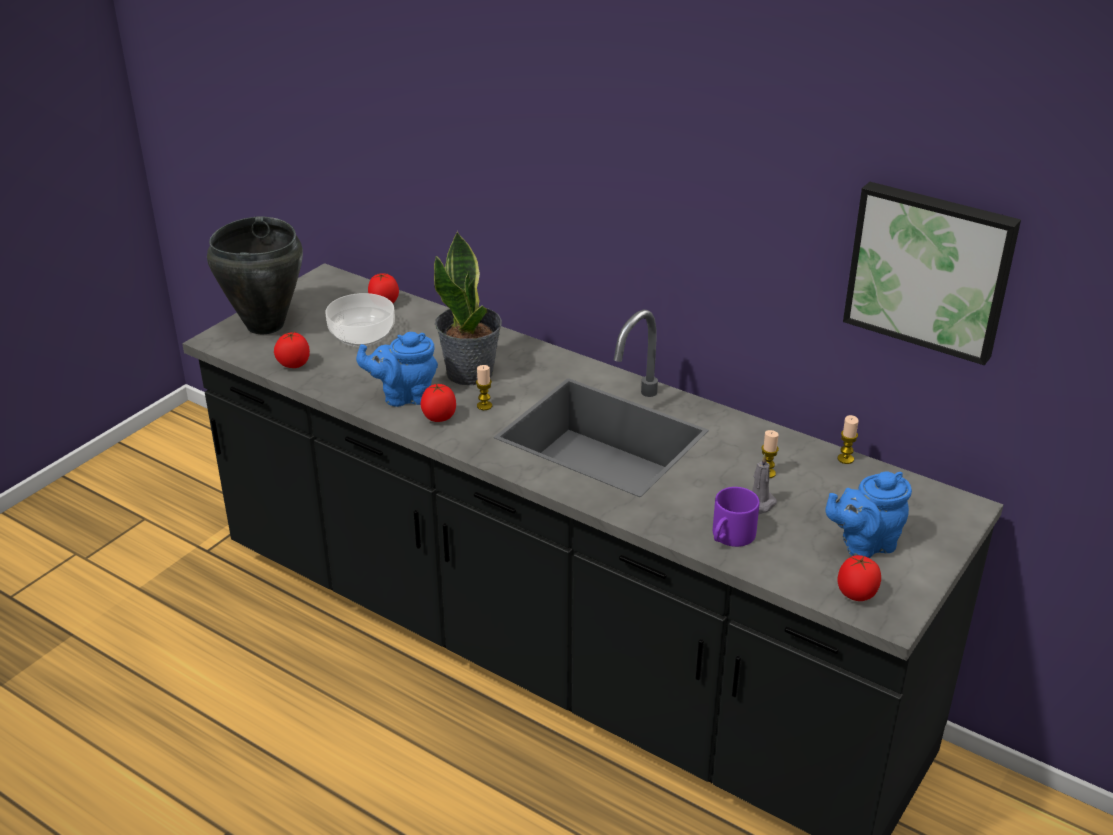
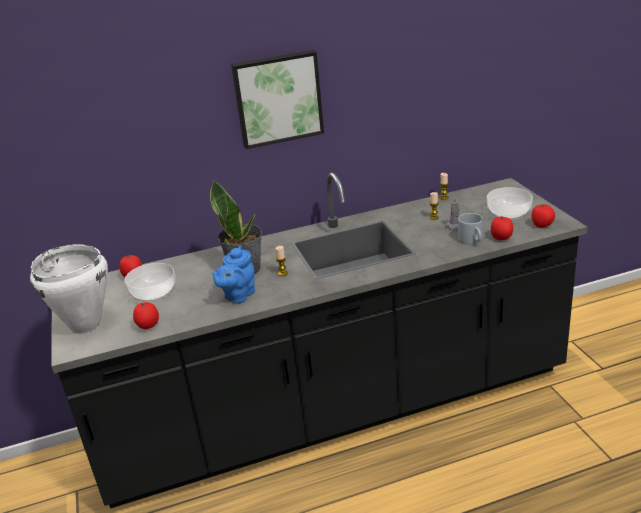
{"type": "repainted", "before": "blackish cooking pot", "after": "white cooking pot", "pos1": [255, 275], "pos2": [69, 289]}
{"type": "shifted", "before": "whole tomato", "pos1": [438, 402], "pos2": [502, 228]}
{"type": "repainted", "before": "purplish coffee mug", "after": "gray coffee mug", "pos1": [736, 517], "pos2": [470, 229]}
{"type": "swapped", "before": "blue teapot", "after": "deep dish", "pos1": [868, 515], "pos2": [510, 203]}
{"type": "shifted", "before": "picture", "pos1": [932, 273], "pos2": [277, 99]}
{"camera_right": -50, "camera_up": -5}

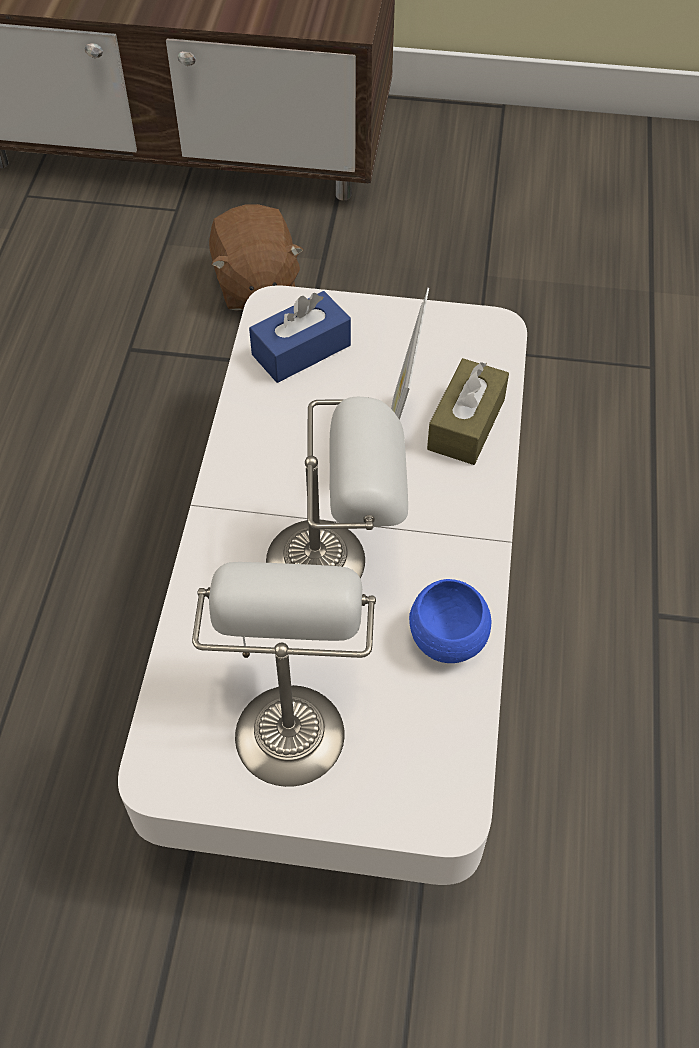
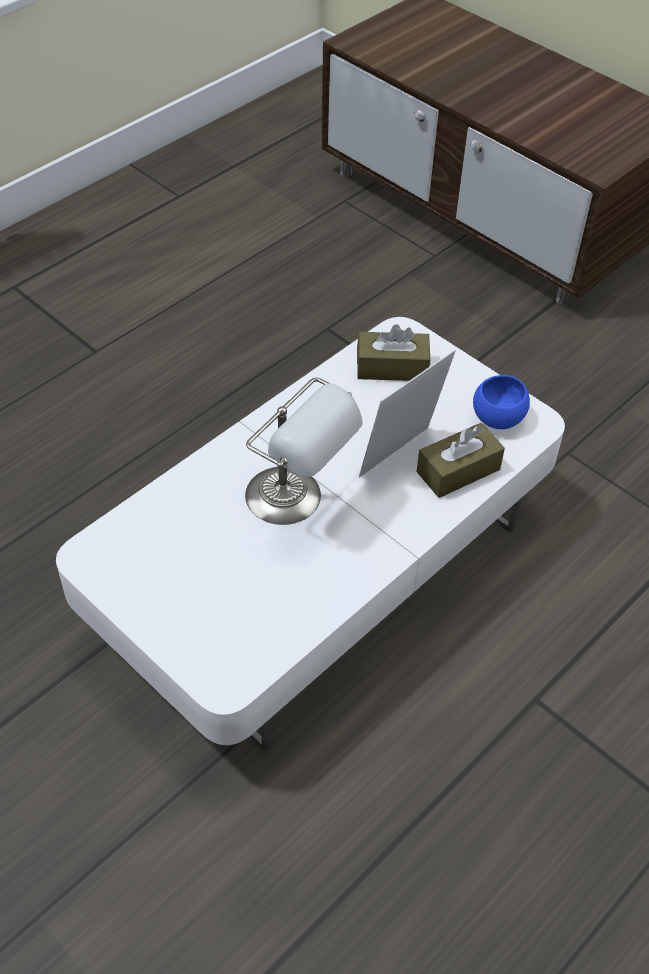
{"type": "gone", "before": "white tabletop lamp", "pos1": [284, 674]}
{"type": "gone", "before": "brownish soft toy", "pos1": [256, 257]}
{"type": "repainted", "before": "blue tissue box", "after": "brownish tissue box", "pos1": [300, 337], "pos2": [393, 352]}
{"type": "shifted", "before": "blue deep dish", "pos1": [450, 621], "pos2": [501, 402]}
{"camera_right": 35, "camera_up": -5}

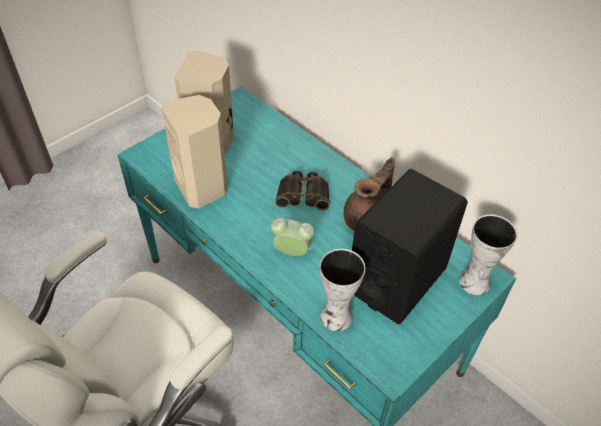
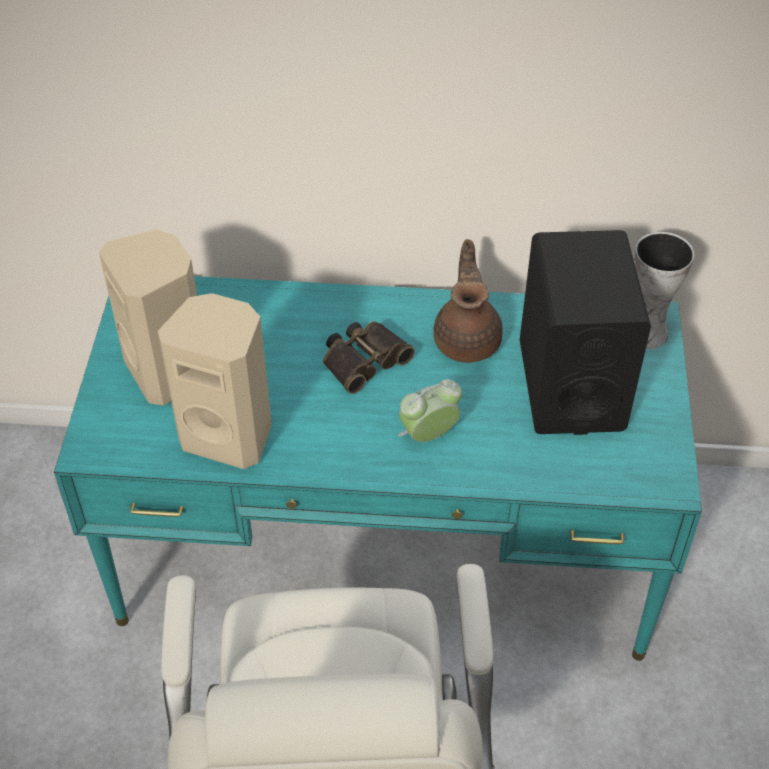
{"type": "gone", "before": "vase", "pos1": [343, 290]}
{"camera_right": -40, "camera_up": 0}

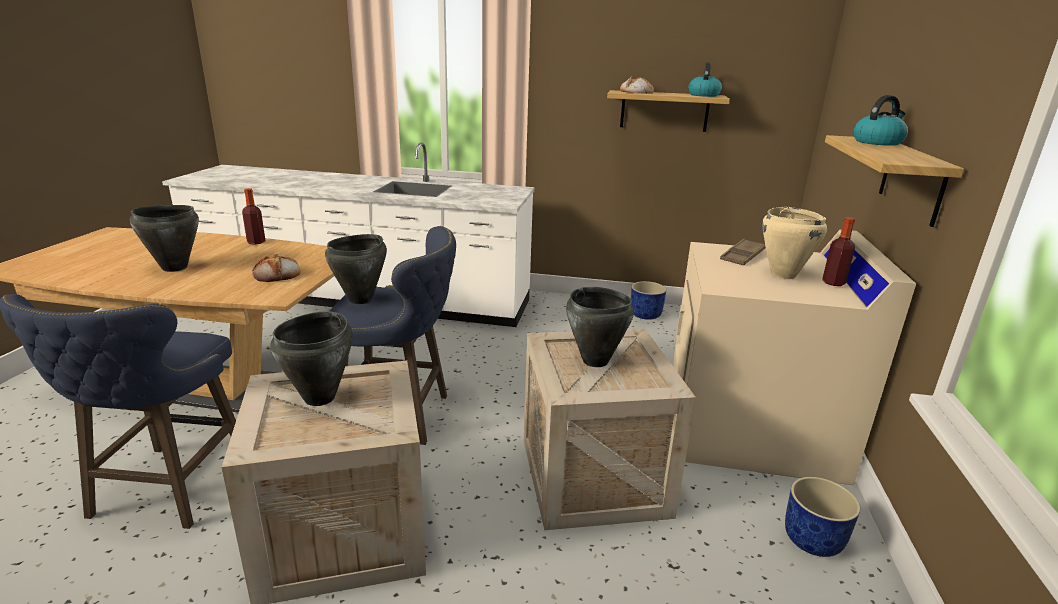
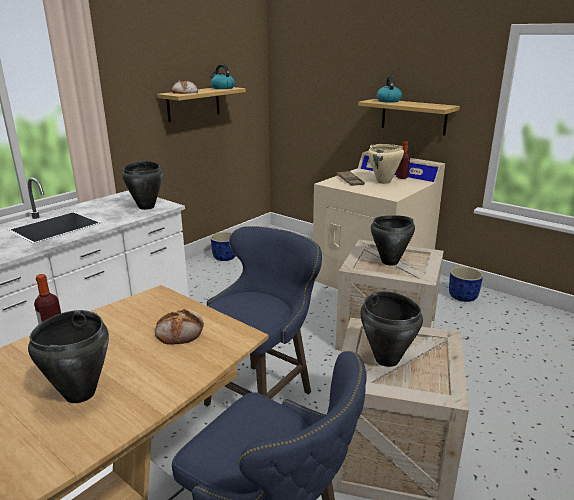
{"type": "shifted", "before": "blackish cooking pot", "pos1": [356, 269], "pos2": [142, 185]}
{"camera_right": -60, "camera_up": 0}

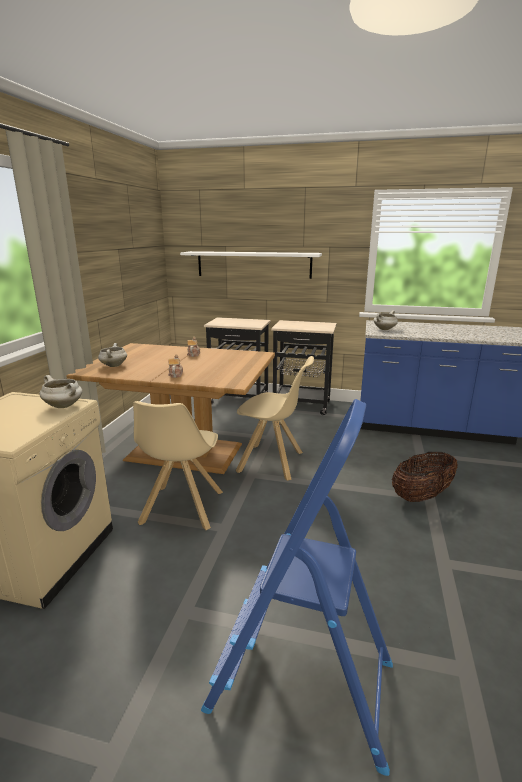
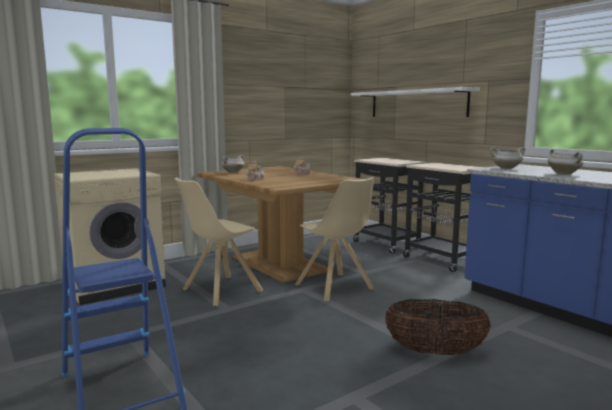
{"type": "shifted", "before": "white cooking pot", "pos1": [61, 391], "pos2": [565, 162]}
{"camera_right": 40, "camera_up": -10}

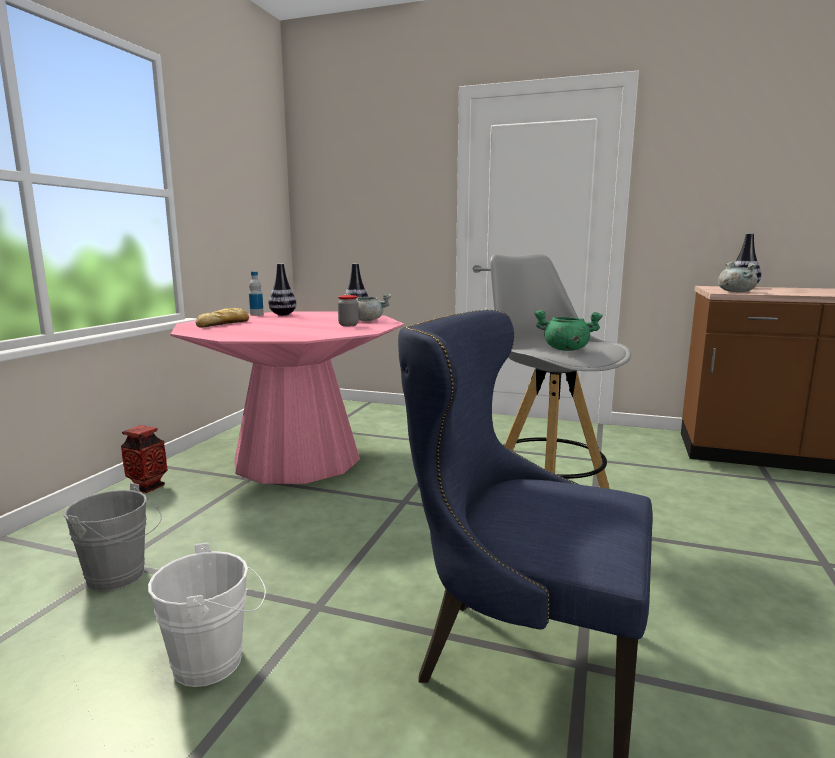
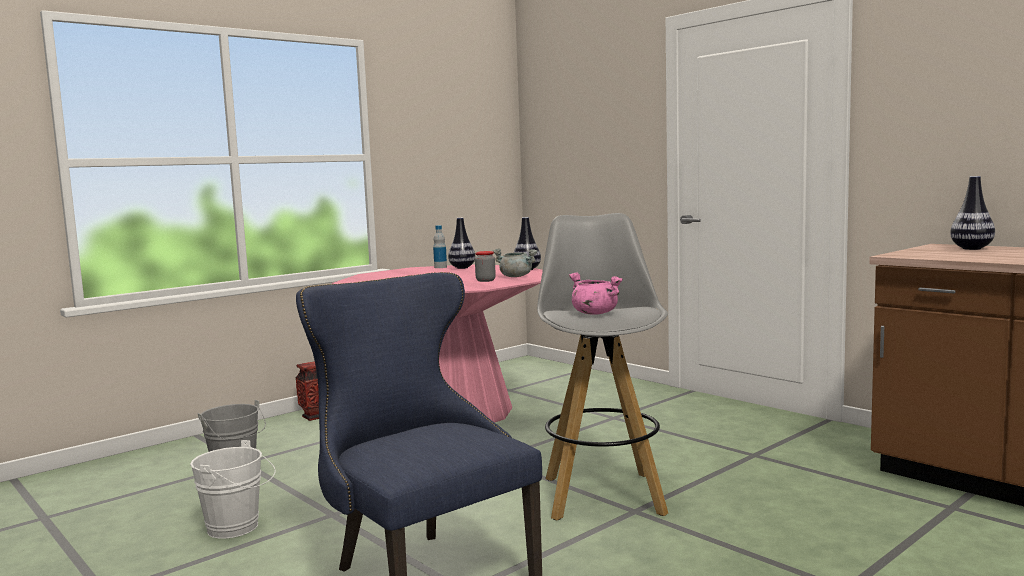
{"type": "gone", "before": "bread", "pos1": [222, 318]}
{"type": "repainted", "before": "green-coloured cooking pot", "after": "pinkish cooking pot", "pos1": [568, 330], "pos2": [596, 293]}
{"type": "gone", "before": "gray cooking pot", "pos1": [738, 277]}
{"camera_right": 30, "camera_up": -5}

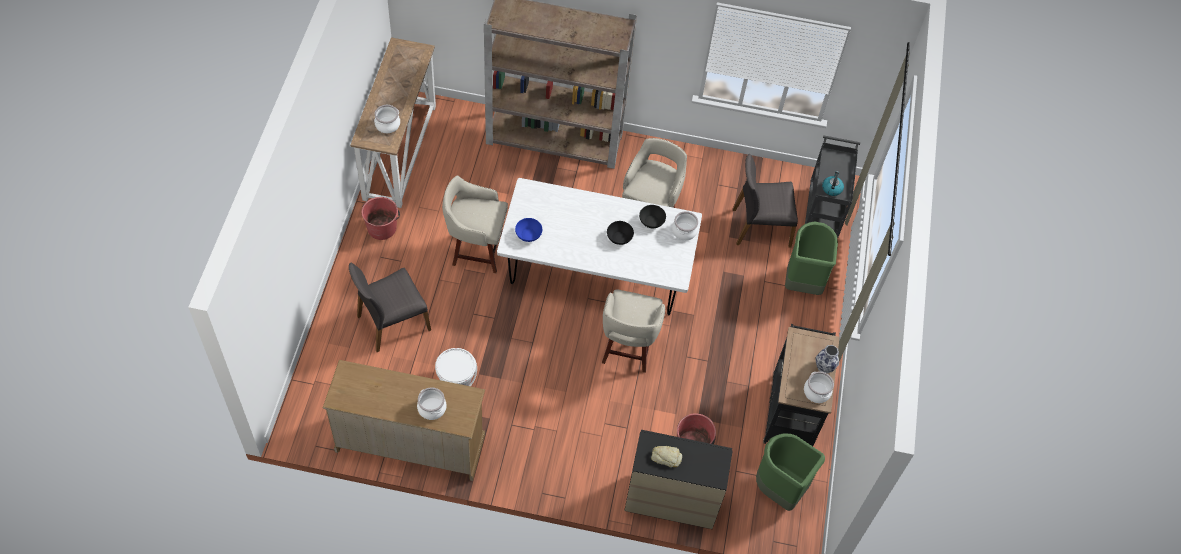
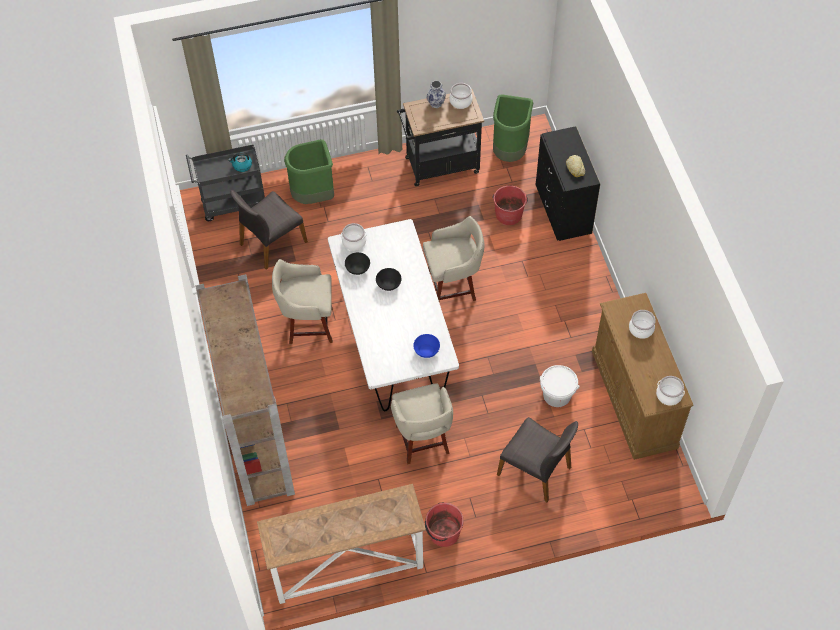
{"type": "shifted", "before": "cooking pot", "pos1": [387, 119], "pos2": [670, 390]}
{"type": "rotated", "before": "gray upright chair", "pos1": [765, 201], "pos2": [269, 230], "turn": 75}
{"camera_right": -110, "camera_up": 0}

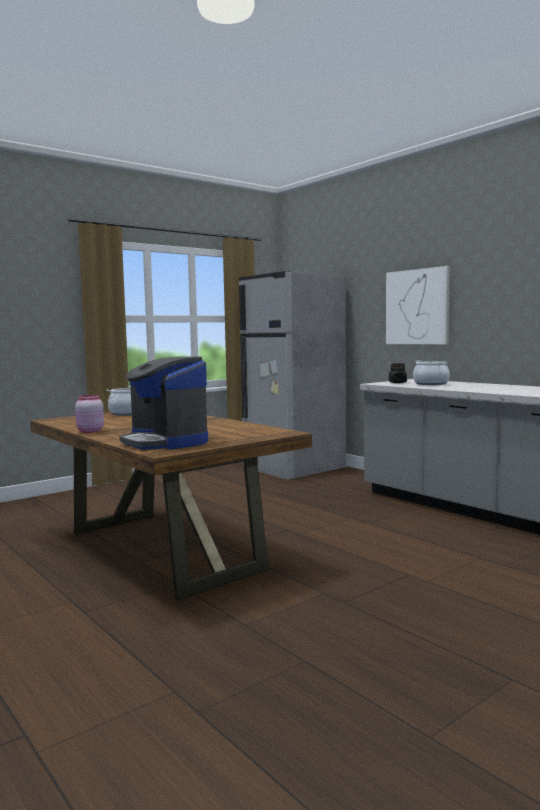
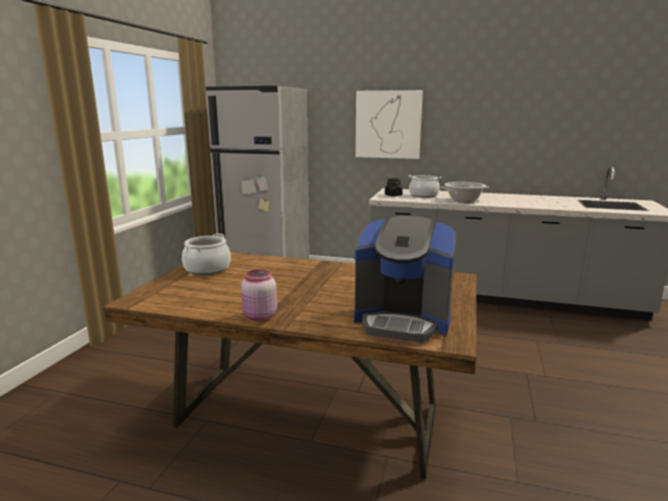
{"type": "new", "after": "cooking pot", "pos2": [465, 192]}
{"camera_right": -35, "camera_up": 10}

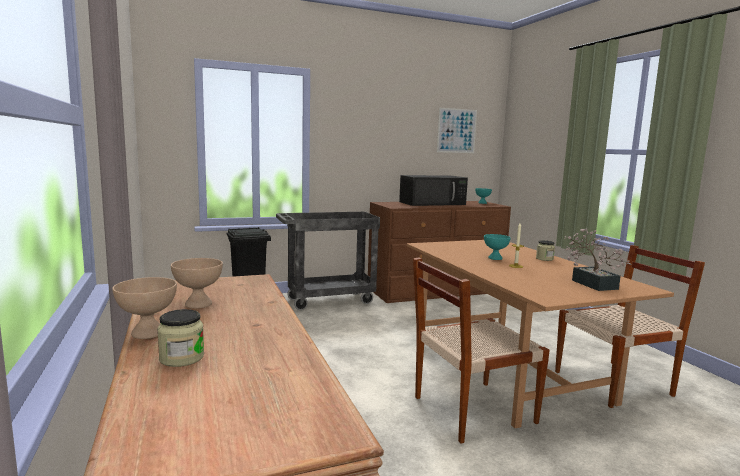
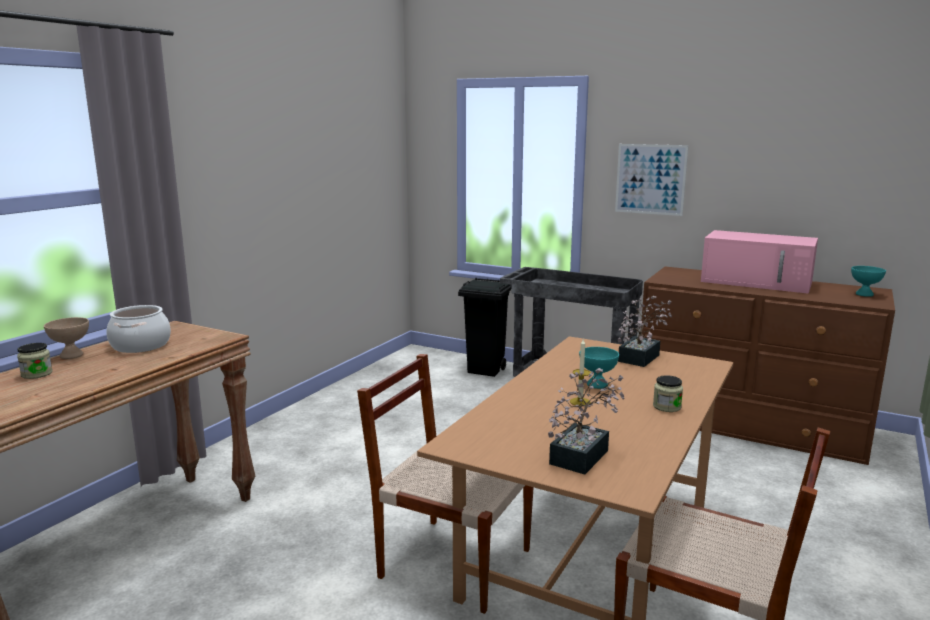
{"type": "swapped", "before": "sand-coloured deep dish", "after": "cooking pot", "pos1": [197, 283], "pos2": [138, 329]}
{"type": "repainted", "before": "blackish microwave oven", "after": "pinkish microwave oven", "pos1": [433, 190], "pos2": [759, 262]}
{"type": "shifted", "before": "picture", "pos1": [457, 130], "pos2": [651, 180]}
{"type": "new", "after": "plant in a pot", "pos2": [645, 331]}
{"camera_right": 50, "camera_up": 5}

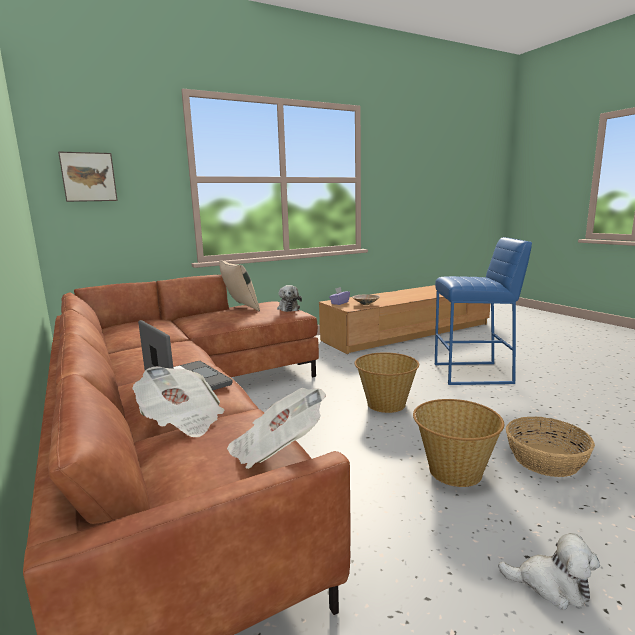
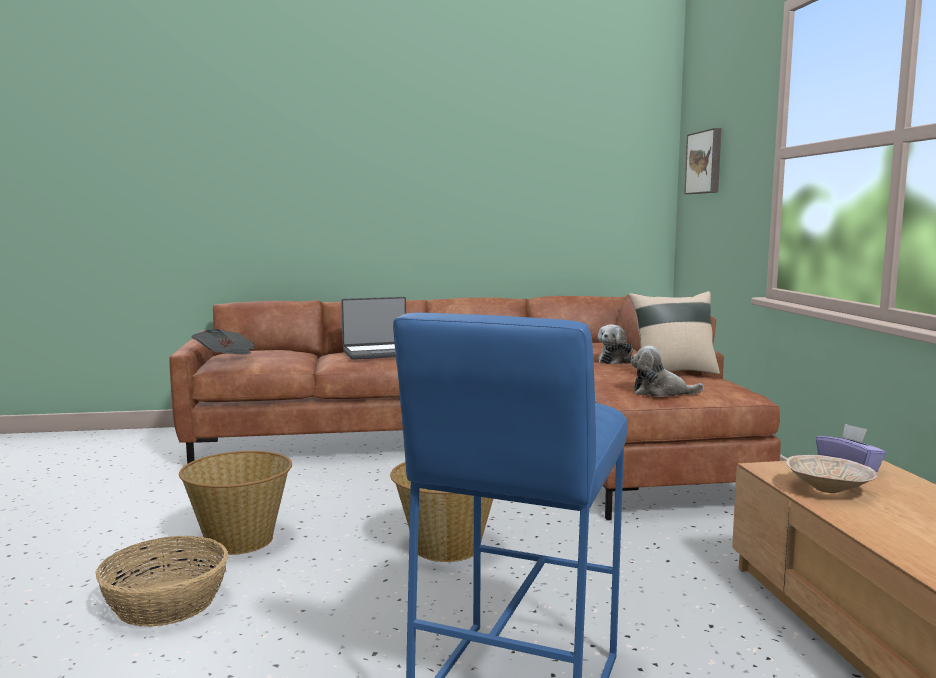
{"type": "gone", "before": "printed paper", "pos1": [178, 401]}
{"type": "shifted", "before": "soft toy", "pos1": [549, 571], "pos2": [615, 344]}
{"camera_right": 110, "camera_up": -5}

